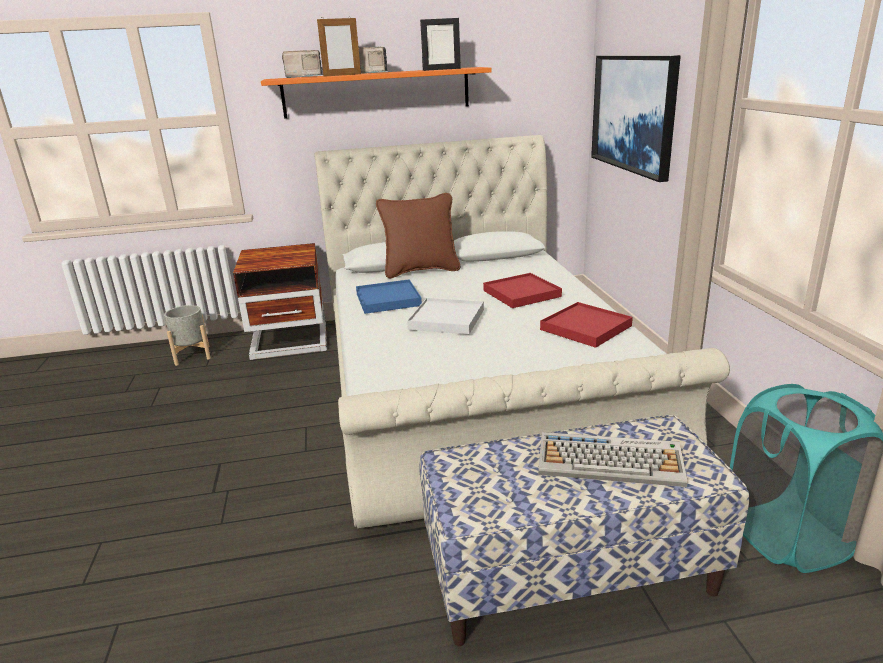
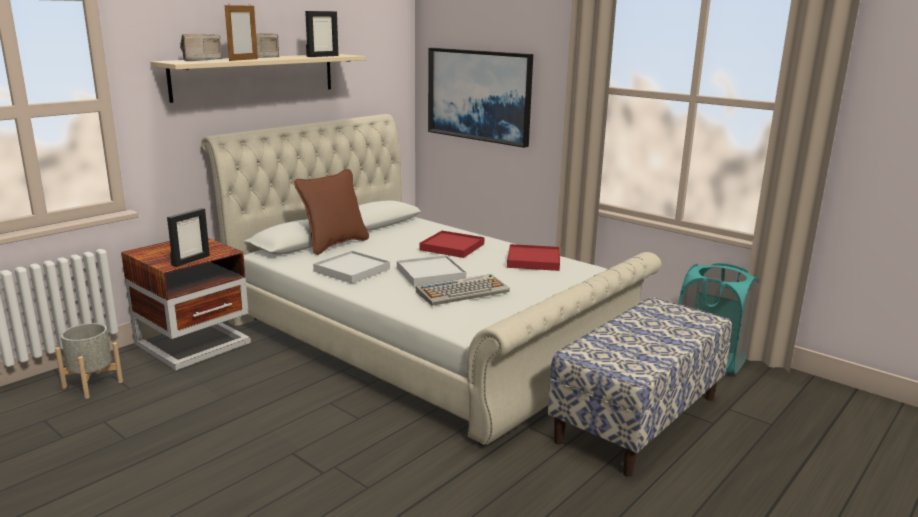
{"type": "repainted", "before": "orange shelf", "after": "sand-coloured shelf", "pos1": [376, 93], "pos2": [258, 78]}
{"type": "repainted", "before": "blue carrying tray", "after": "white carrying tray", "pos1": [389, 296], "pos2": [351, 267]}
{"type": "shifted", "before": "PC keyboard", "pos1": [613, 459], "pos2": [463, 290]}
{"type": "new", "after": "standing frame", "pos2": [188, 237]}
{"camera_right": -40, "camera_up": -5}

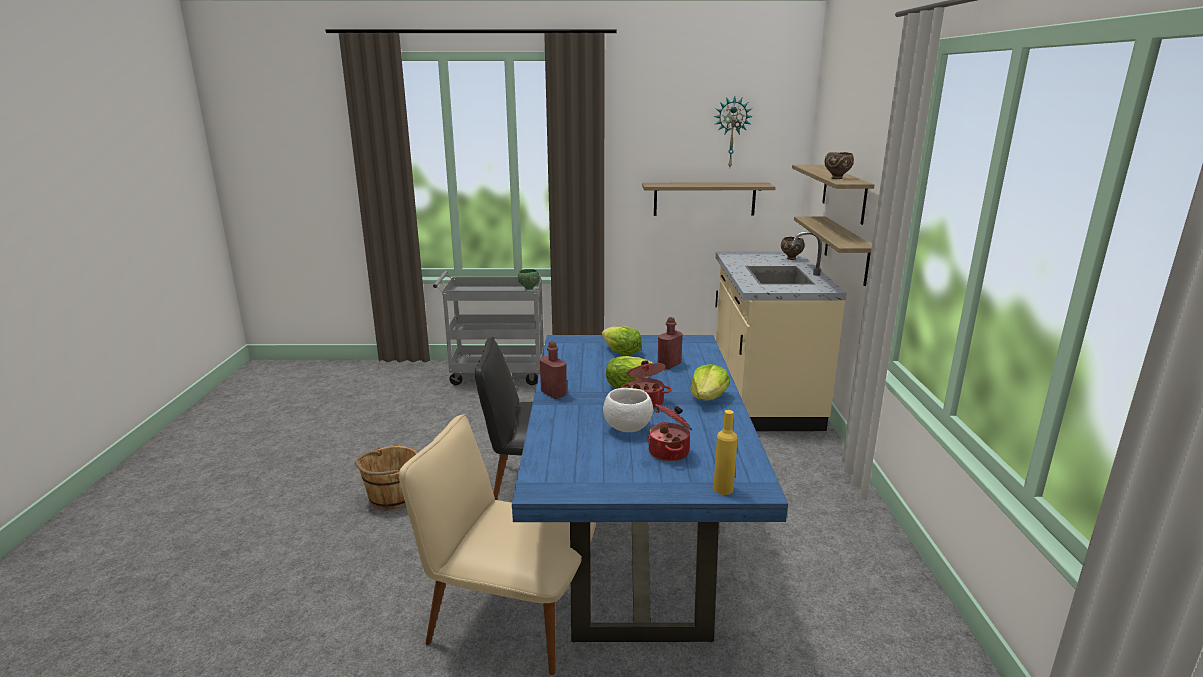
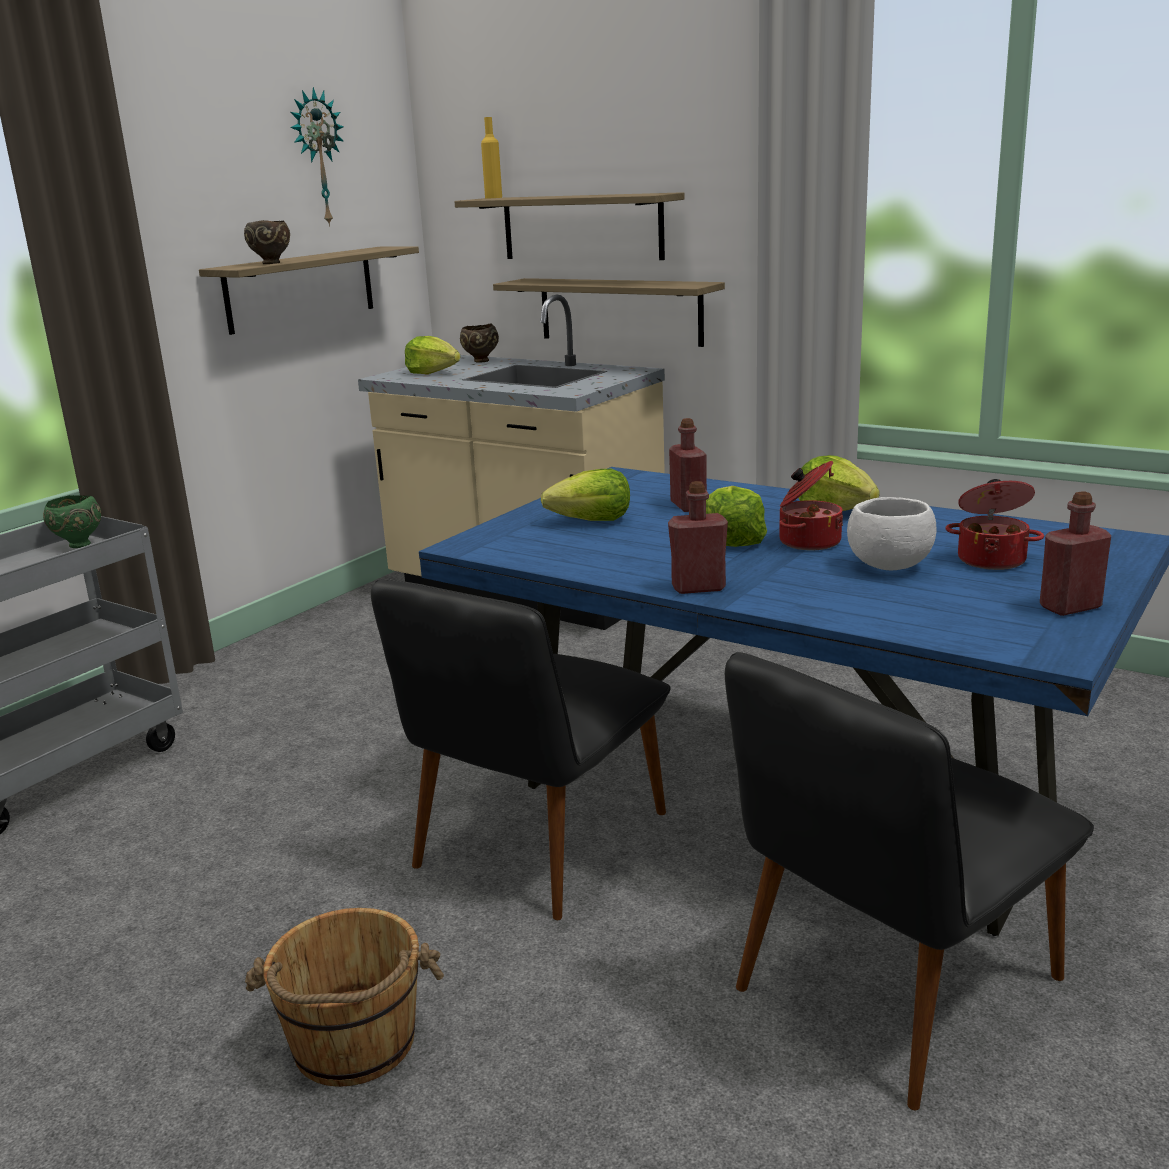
{"type": "repainted", "before": "sand-coloured upright chair", "after": "blackish upright chair", "pos1": [497, 544], "pos2": [909, 881]}
{"type": "shifted", "before": "yellowish drink bottle", "pos1": [726, 452], "pos2": [491, 157]}
{"type": "shifted", "before": "brownish deep dish", "pos1": [839, 165], "pos2": [267, 242]}
{"type": "new", "after": "head of lettuce", "pos2": [433, 355]}
{"type": "new", "after": "red-coloured drink bottle", "pos2": [1075, 554]}
{"camera_right": -55, "camera_up": 0}

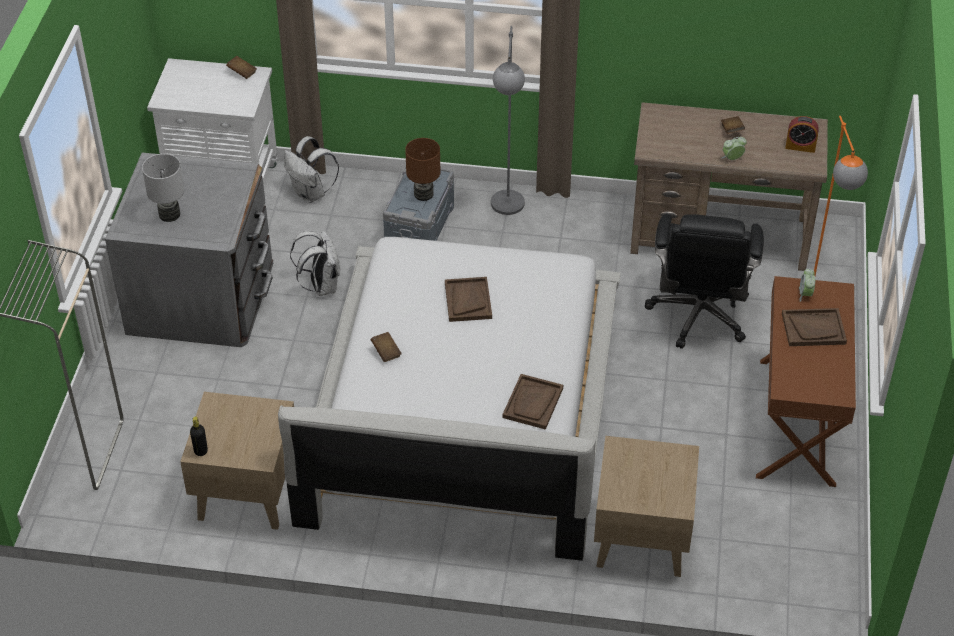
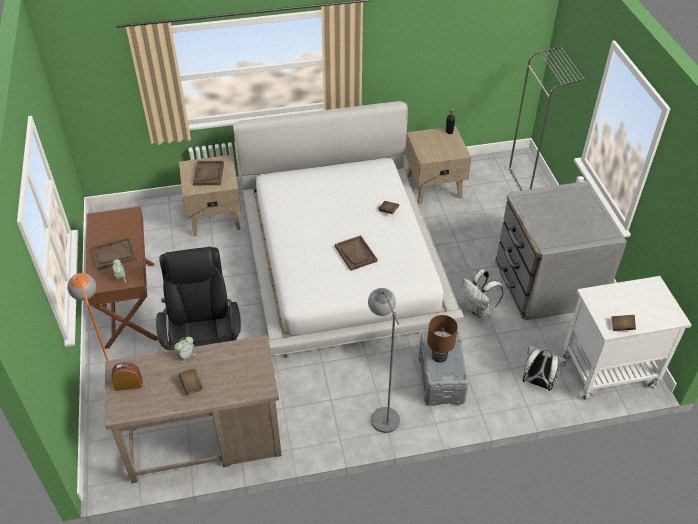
{"type": "gone", "before": "gray tabletop lamp", "pos1": [163, 188]}
{"type": "shifted", "before": "brownish carrying tray", "pos1": [532, 402], "pos2": [208, 173]}
{"camera_right": 160, "camera_up": 0}

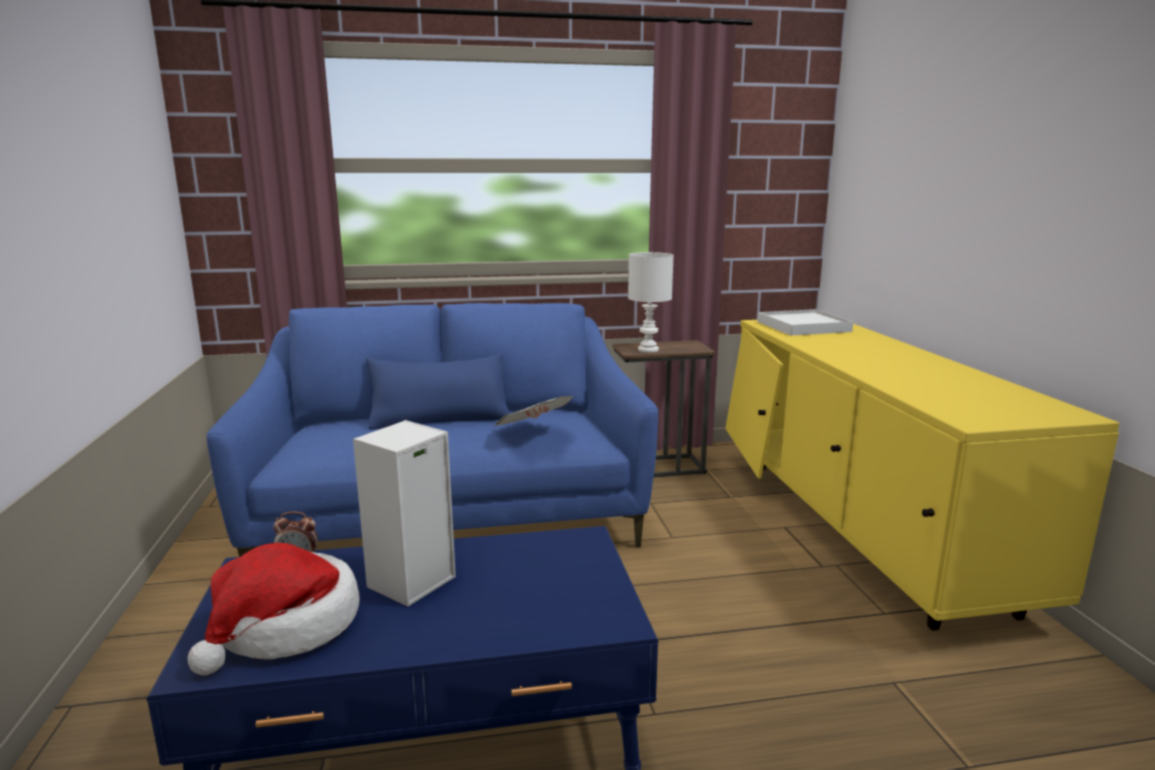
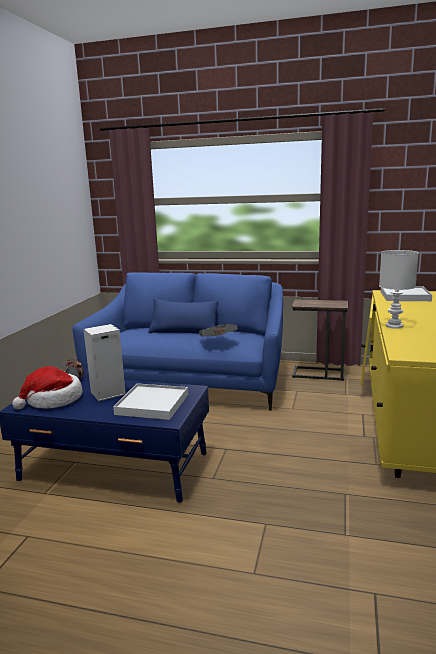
{"type": "shifted", "before": "white tabletop lamp", "pos1": [651, 302], "pos2": [399, 289]}
{"type": "new", "after": "white carrying tray", "pos2": [150, 401]}
{"camera_right": 25, "camera_up": 0}

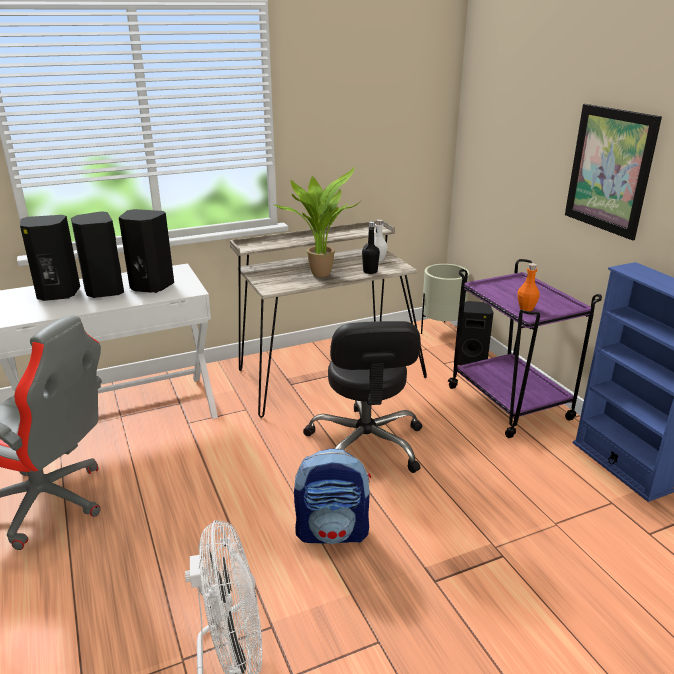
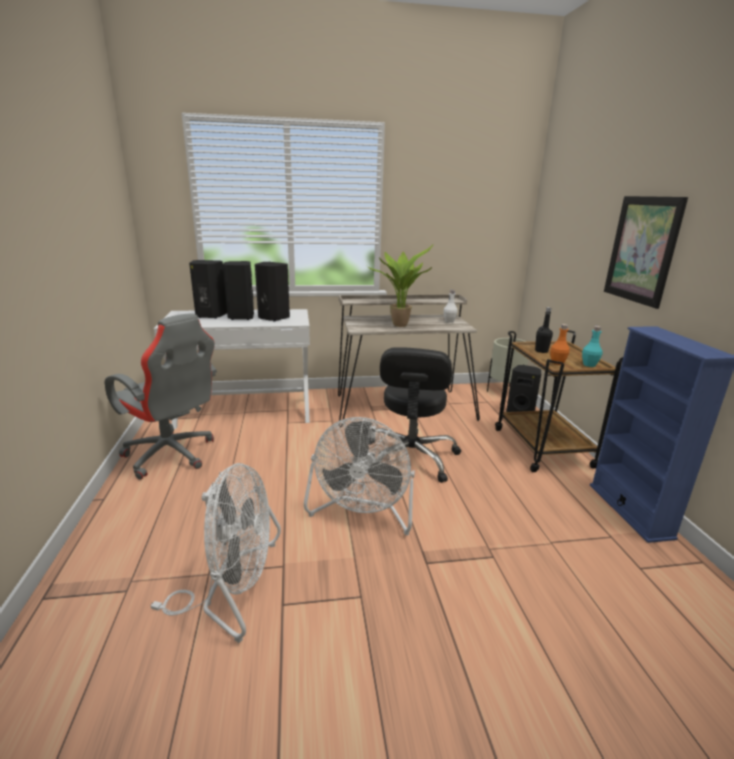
{"type": "swapped", "before": "knapsack", "after": "white fan", "pos1": [332, 496], "pos2": [359, 476]}
{"type": "shifted", "before": "blackish drink bottle", "pos1": [371, 248], "pos2": [544, 330]}
{"type": "repainted", "before": "purplish trolley", "after": "brownish trolley", "pos1": [524, 348], "pos2": [559, 401]}
{"type": "new", "after": "turquoise-coloured drink bottle", "pos2": [592, 346]}
{"camera_right": 15, "camera_up": -5}

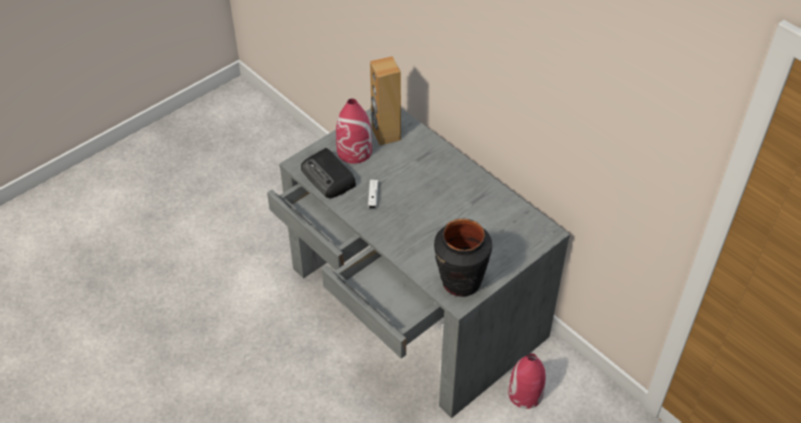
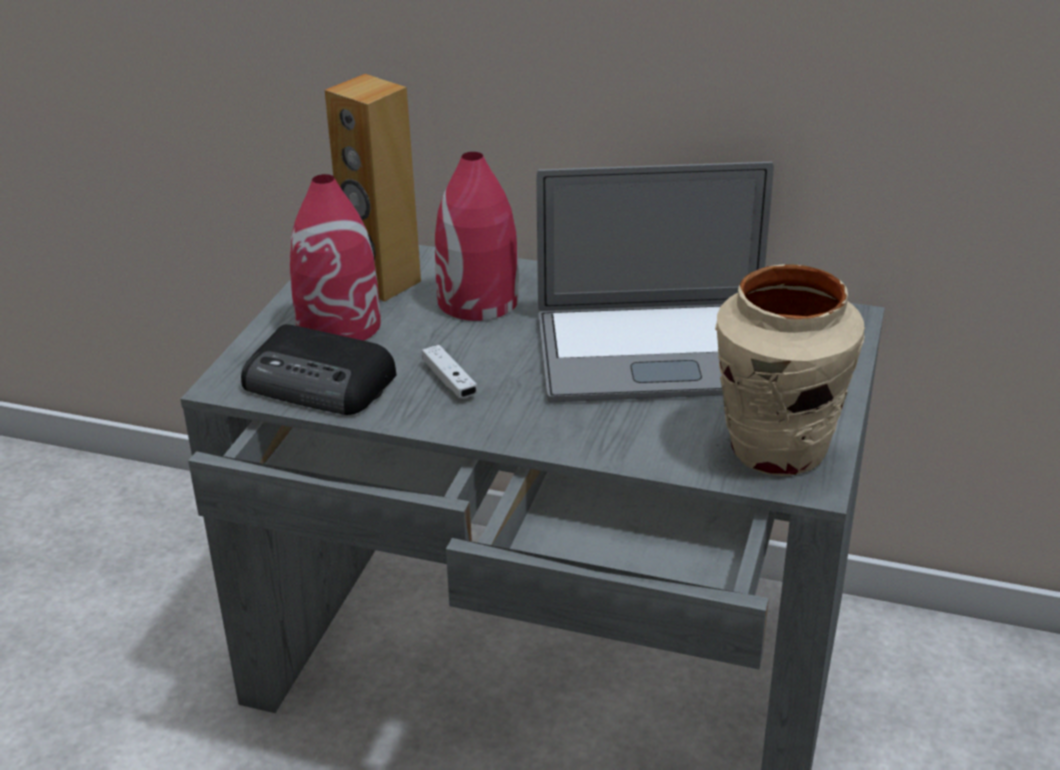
{"type": "repainted", "before": "blackish vase", "after": "sand-coloured vase", "pos1": [463, 258], "pos2": [790, 370]}
{"type": "shifted", "before": "red-coloured vase", "pos1": [527, 381], "pos2": [477, 236]}
{"type": "new", "after": "notebook computer", "pos2": [655, 282]}
{"camera_right": -30, "camera_up": -15}

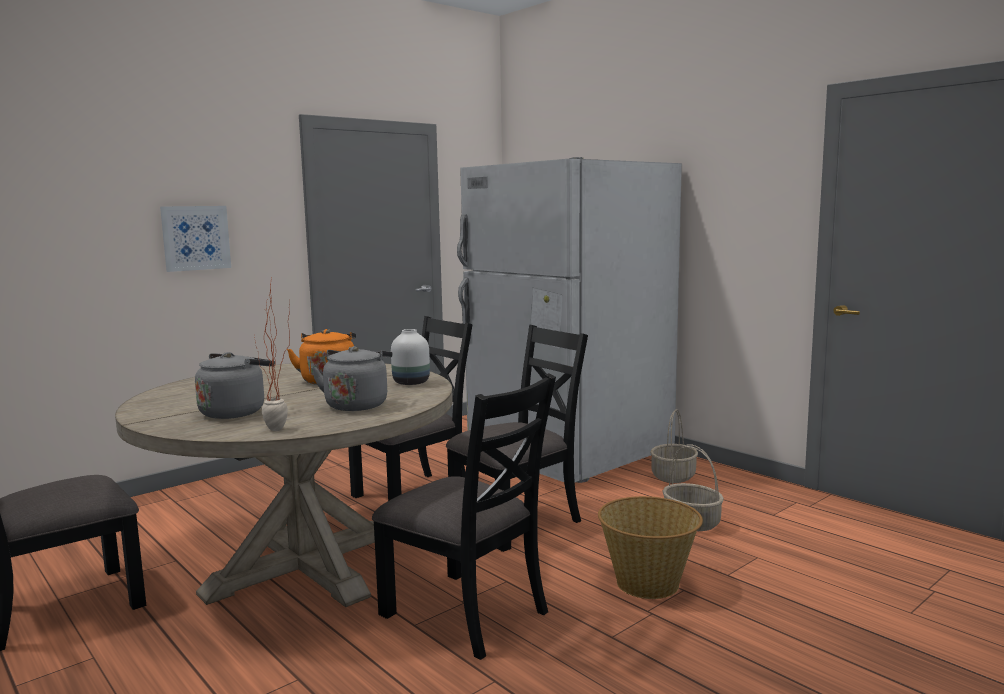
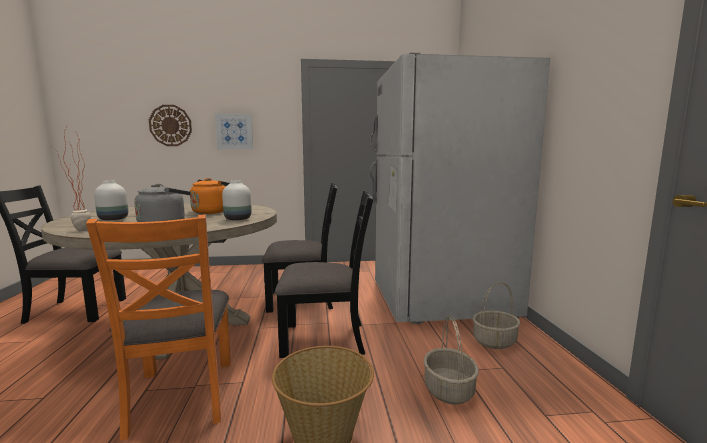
{"type": "swapped", "before": "gray tea kettle", "after": "white vase", "pos1": [235, 385], "pos2": [111, 200]}
{"type": "repainted", "before": "blackish upright chair", "after": "orange upright chair", "pos1": [464, 516], "pos2": [158, 327]}
{"type": "new", "after": "clock on the wall", "pos2": [170, 125]}
{"camera_right": 35, "camera_up": 0}

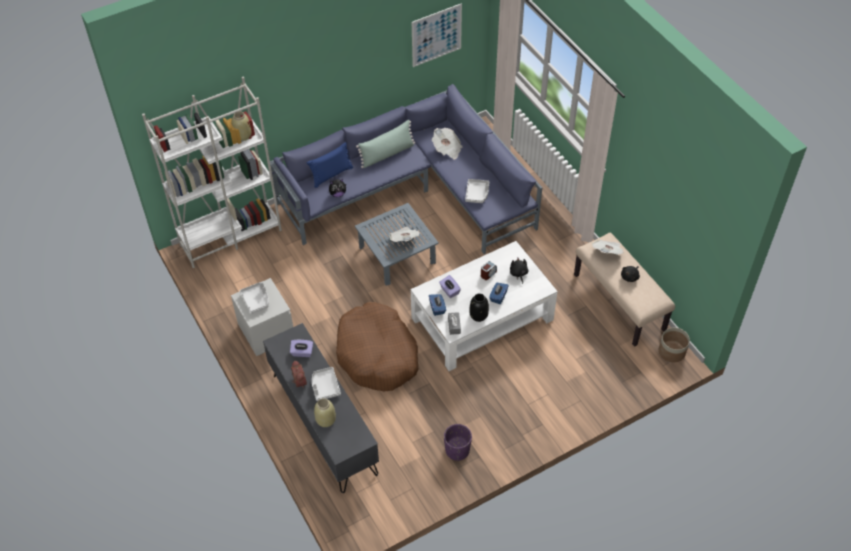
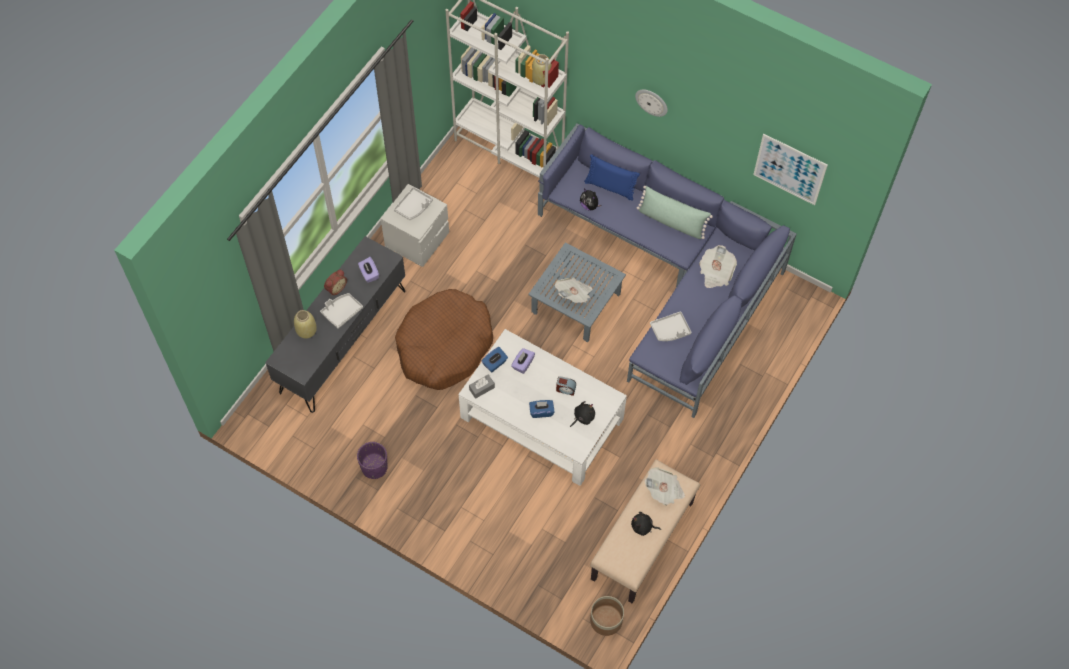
{"type": "gone", "before": "blackish vase", "pos1": [479, 307]}
{"type": "new", "after": "clock on the wall", "pos2": [651, 103]}
{"camera_right": 60, "camera_up": 10}

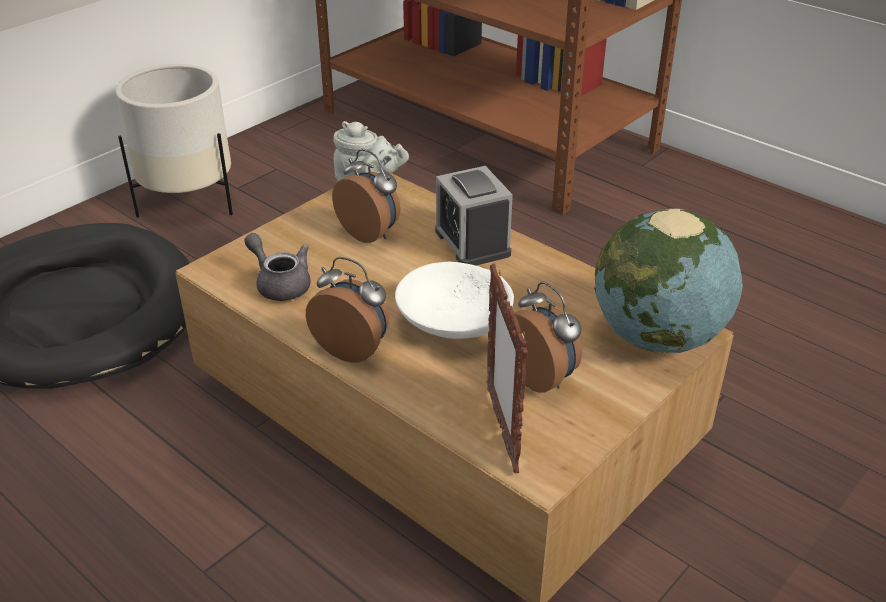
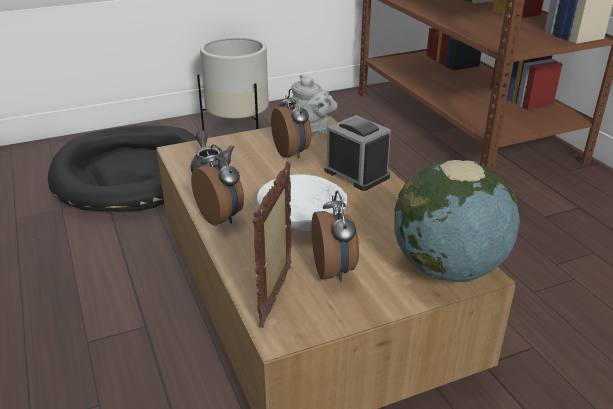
{"type": "rotated", "before": "alarm clock", "pos1": [474, 216], "pos2": [357, 153], "turn": 135}
{"camera_right": 25, "camera_up": -5}

